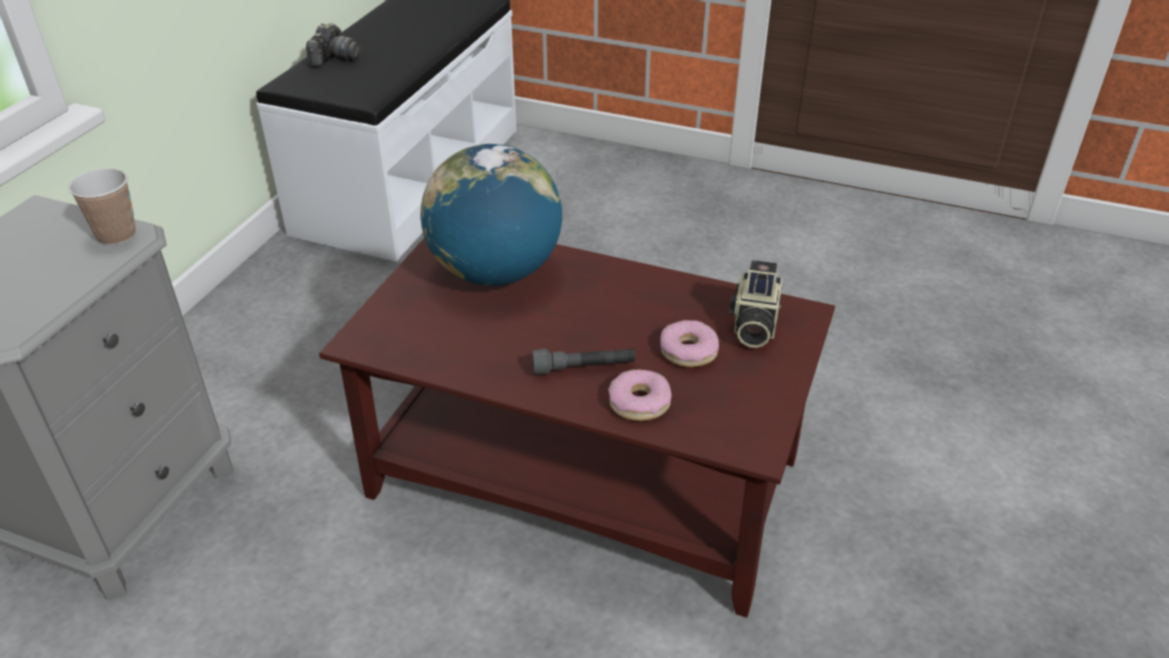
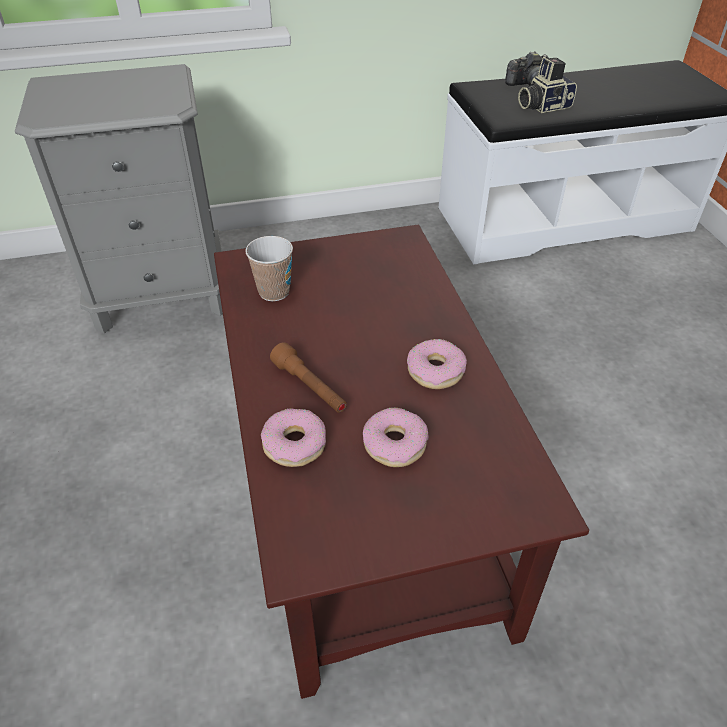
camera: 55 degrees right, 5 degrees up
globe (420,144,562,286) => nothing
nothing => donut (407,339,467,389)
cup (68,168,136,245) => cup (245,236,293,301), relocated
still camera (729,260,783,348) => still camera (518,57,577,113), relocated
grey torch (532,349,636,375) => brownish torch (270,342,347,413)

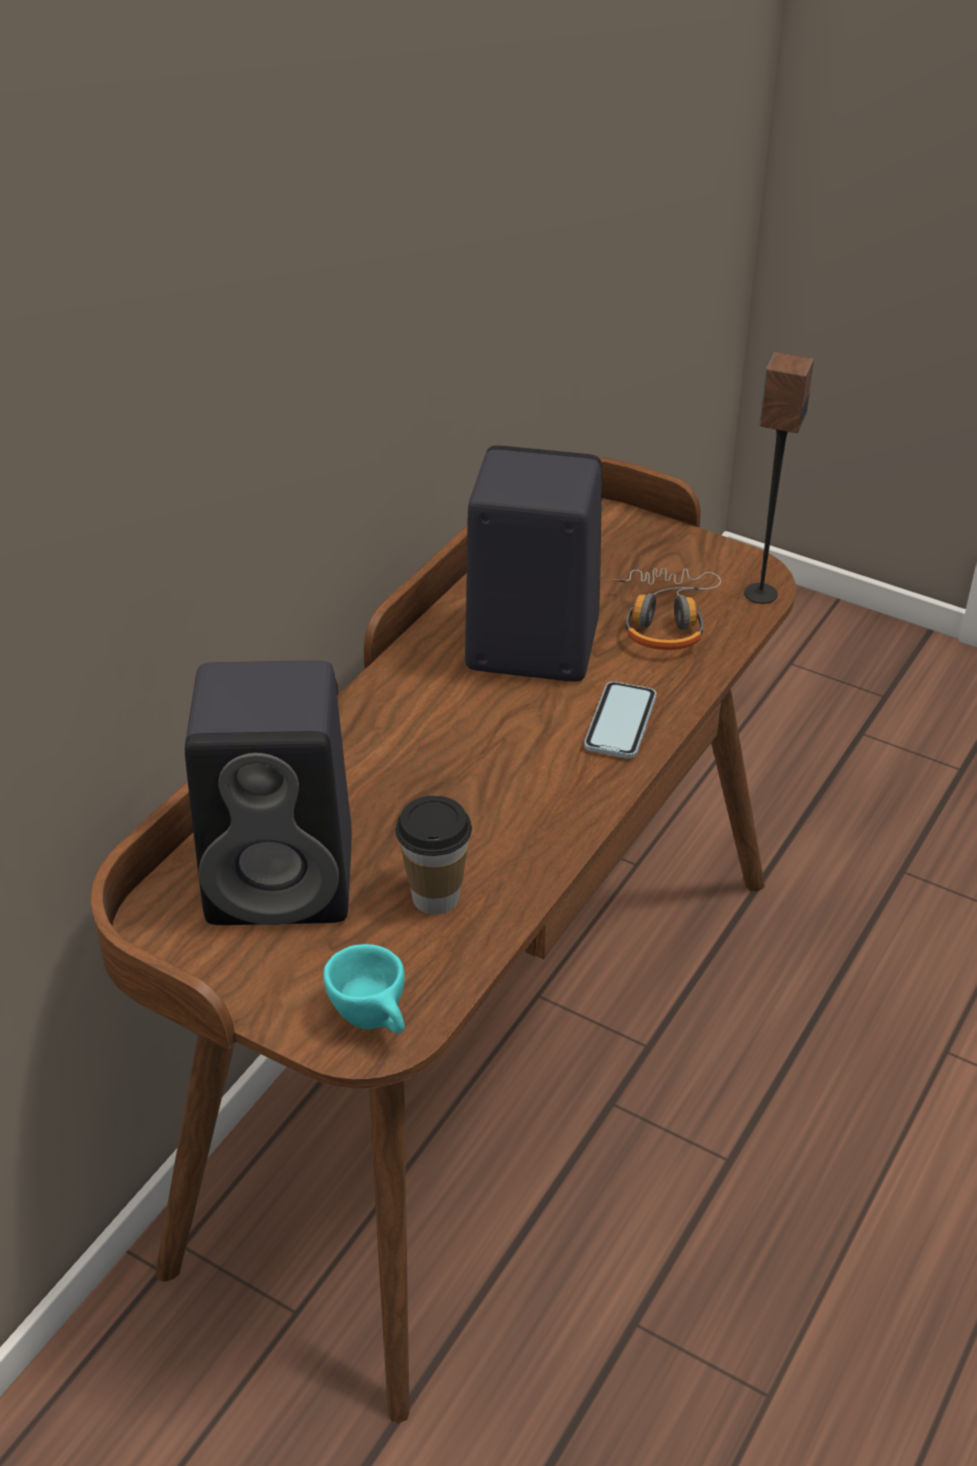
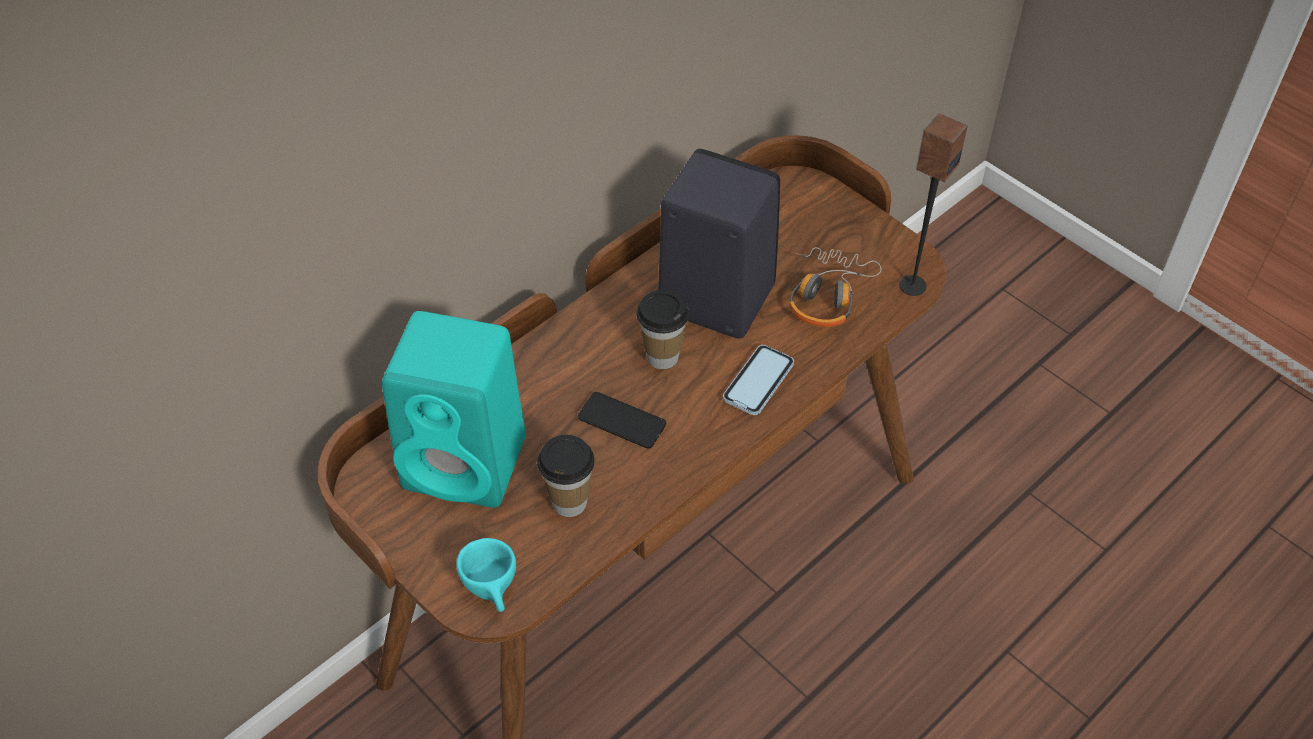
camera: 15 degrees right, 10 degrees up
nothing => handset (578,392,666,449)
nothing => cup (636,290,689,369)
blackish speaker (185,660,352,925) => turquoise speaker (382,311,526,508)

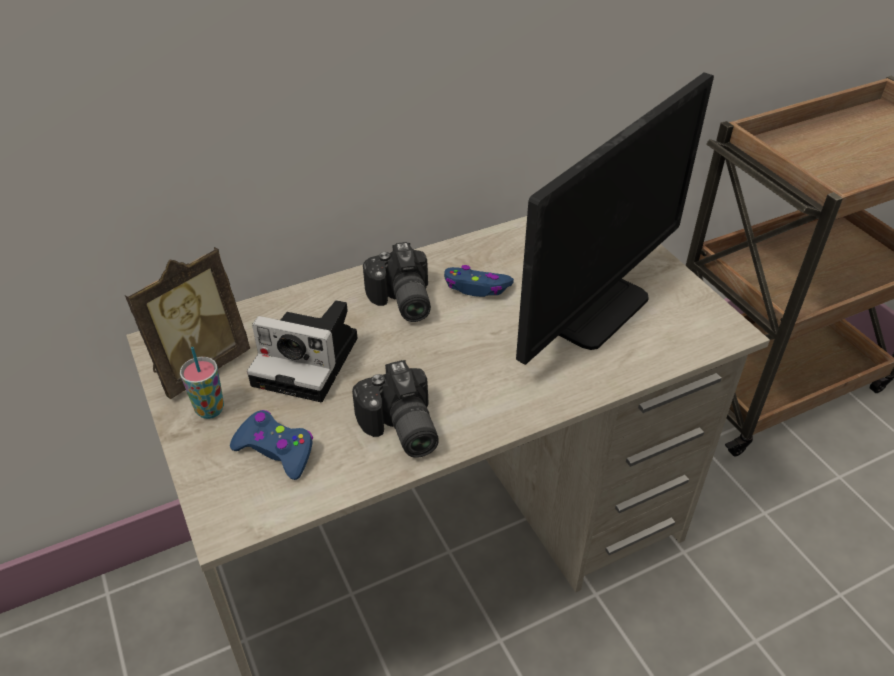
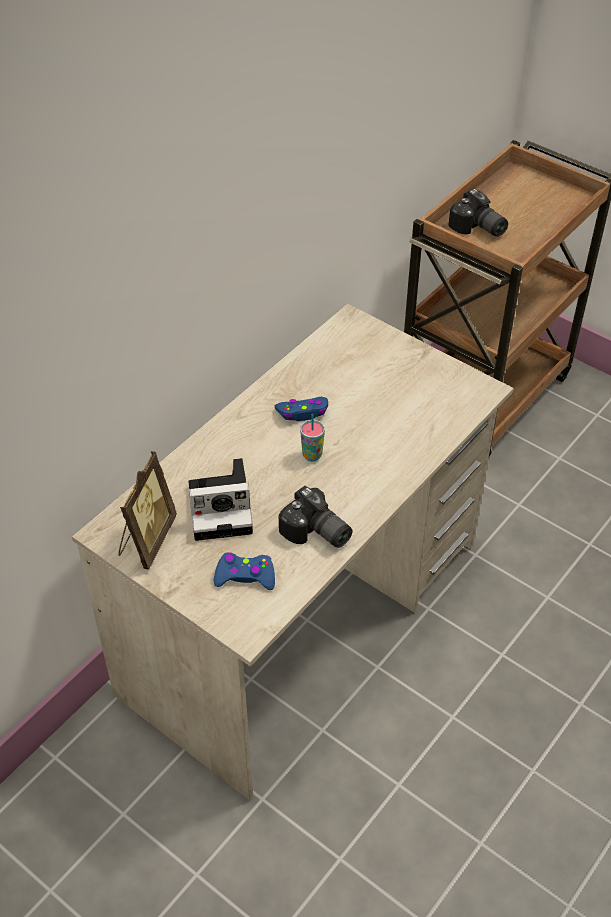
camera: 25 degrees left, 5 degrees up
computer screen (516,72,714,365) => nothing
cup (180,347,224,419) => cup (300,414,325,462), relocated
still camera (363,242,431,322) => still camera (448,188,508,237), relocated

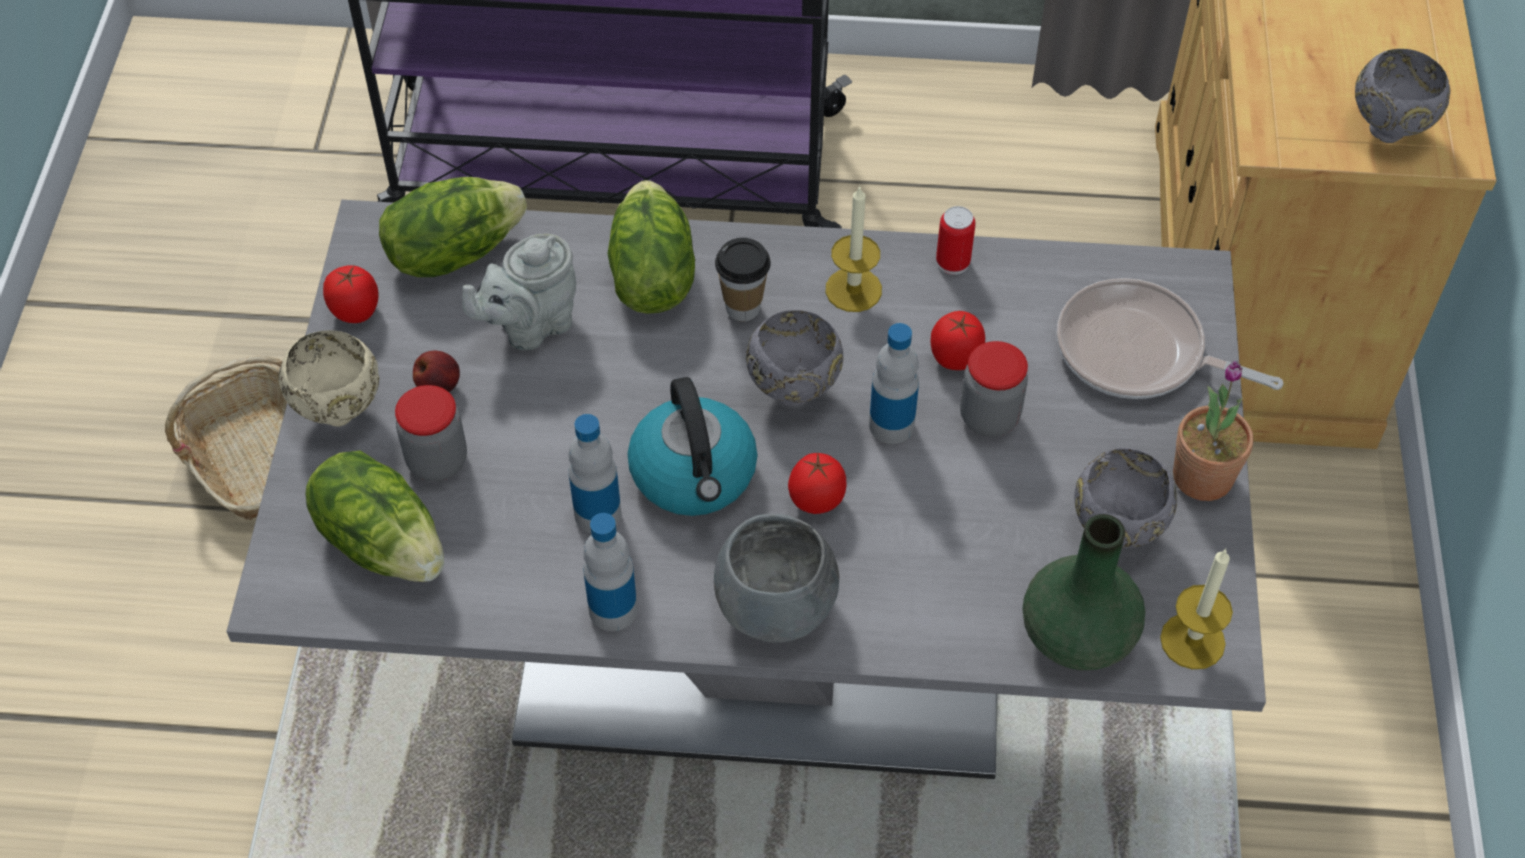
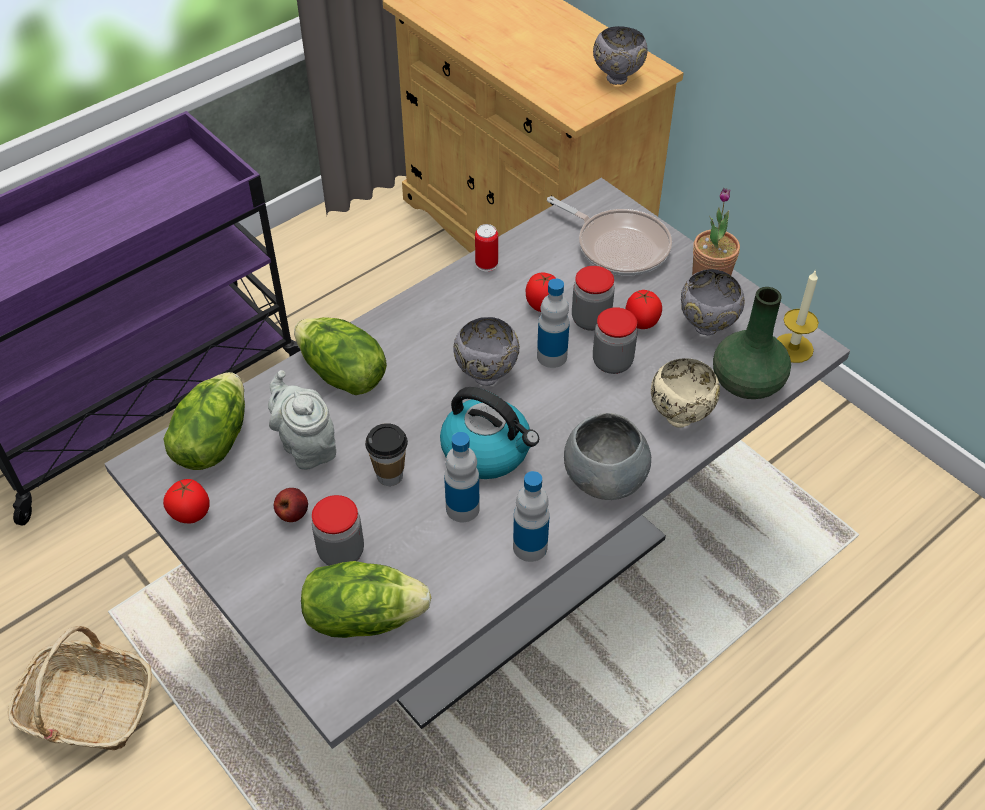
camera: 45 degrees left, 5 degrees down
wax candle (826,185,882,312) => nothing
nothing => jar (593,307,638,374)
beige serving bowl (279,330,379,427) => beige serving bowl (651,358,720,428), relocated
cup (715,238,771,322) => cup (365,423,408,486), relocated
tomato (788,453,846,514) => tomato (625,290,662,329), relocated
grey pot for tea (462,234,576,350) => grey pot for tea (268,370,336,470), 135 degrees clockwise
skillet (1057,278,1283,399) => skillet (547,196,672,275), 120 degrees counterclockwise

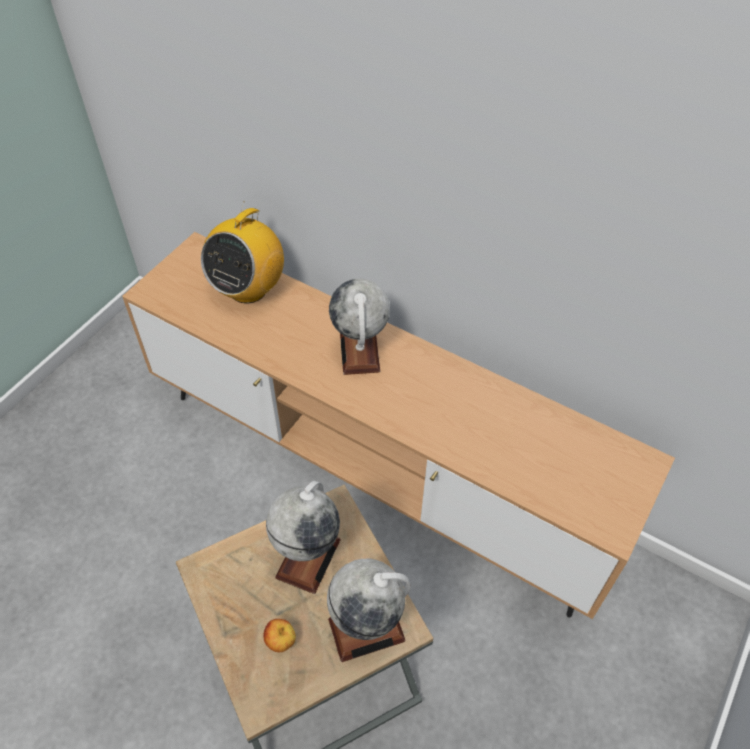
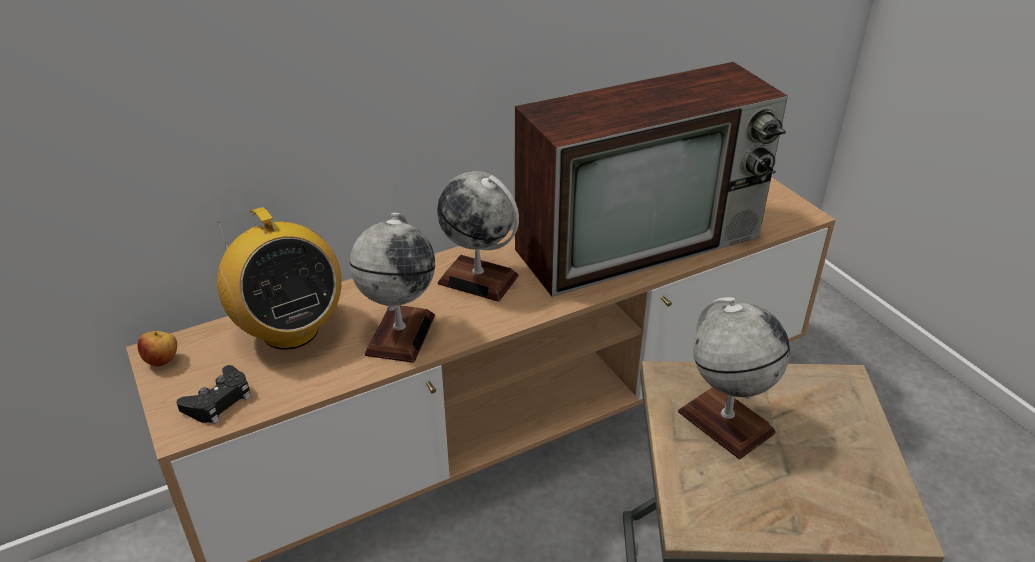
camera: 60 degrees left, 15 degrees down
nothing => blackish gamepad (176,365,251,424)
nothing => television (515,62,788,297)
apple (263,619,296,652) => apple (137,331,177,366), relocated
globe (327,559,411,662) => globe (350,213,435,363), relocated

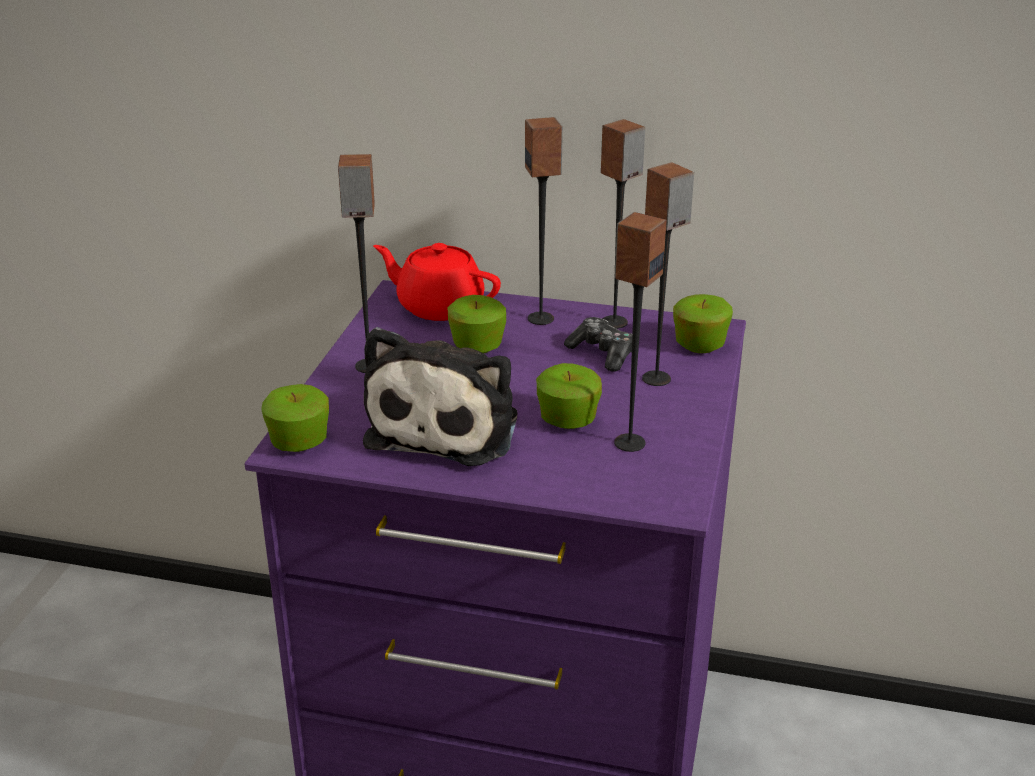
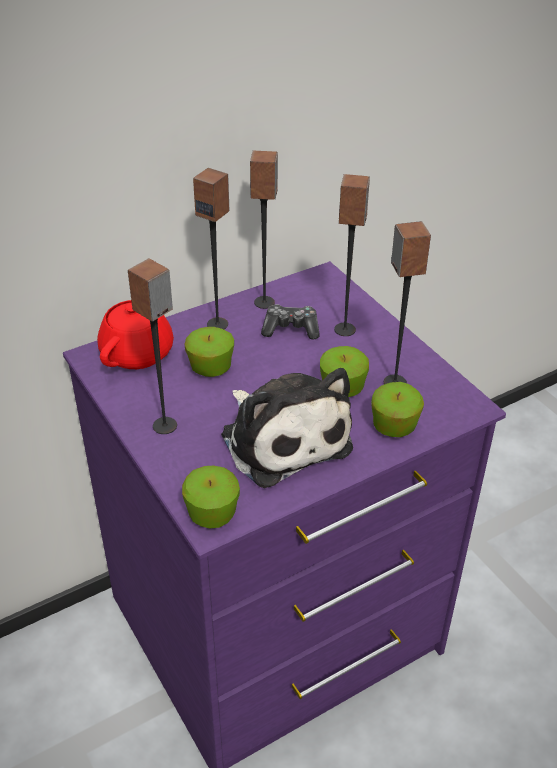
camera: 45 degrees left, 10 degrees up
apple (673,294,733,353) => apple (371,382,424,437), relocated
red-coloured pot for tea (373,243,501,321) => red-coloured pot for tea (97,300,174,369), 135 degrees clockwise

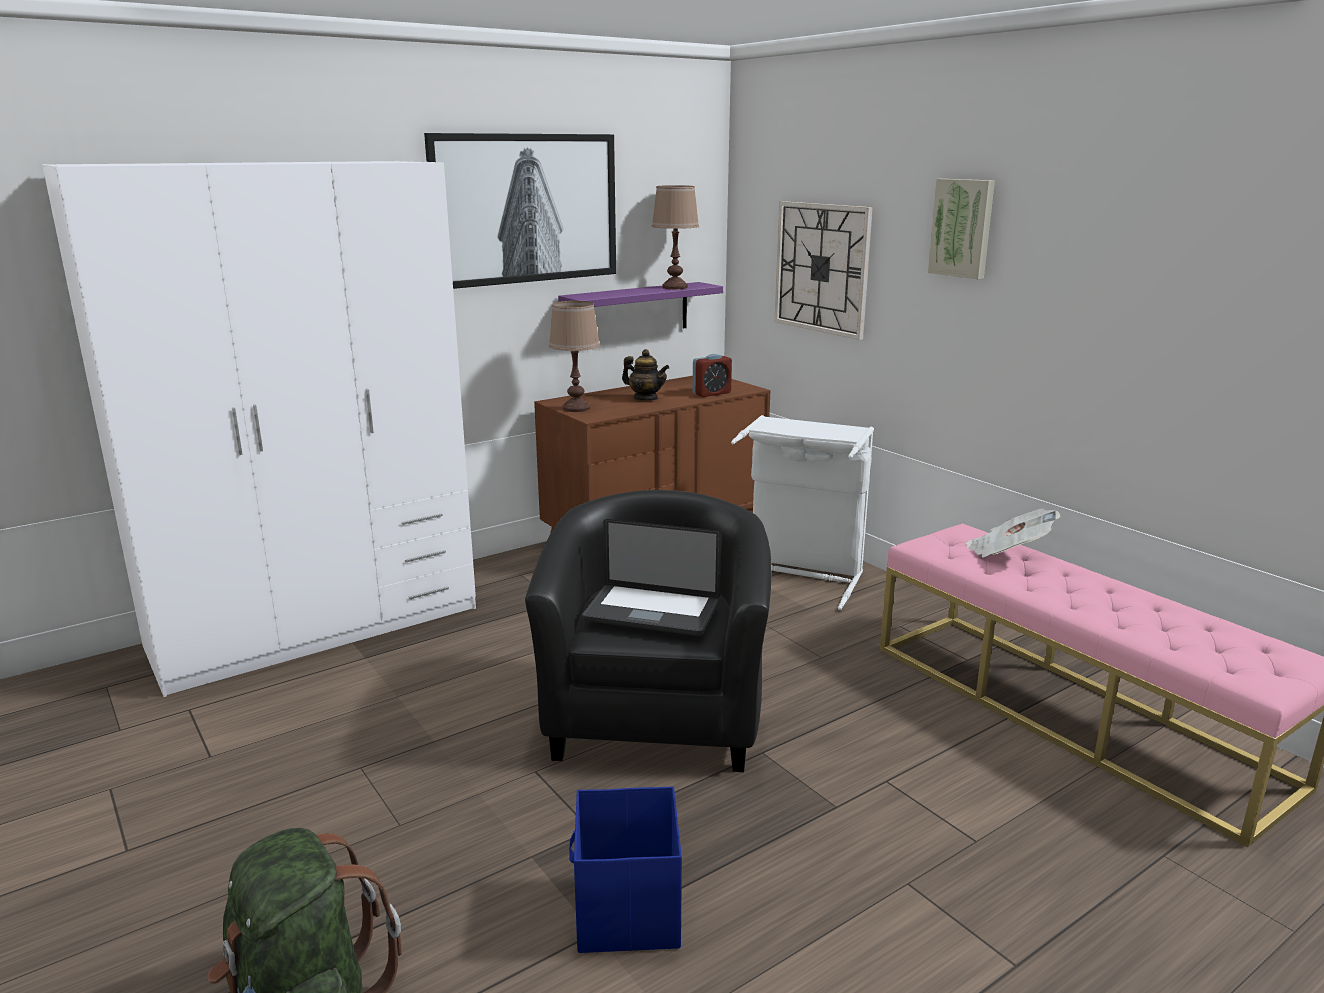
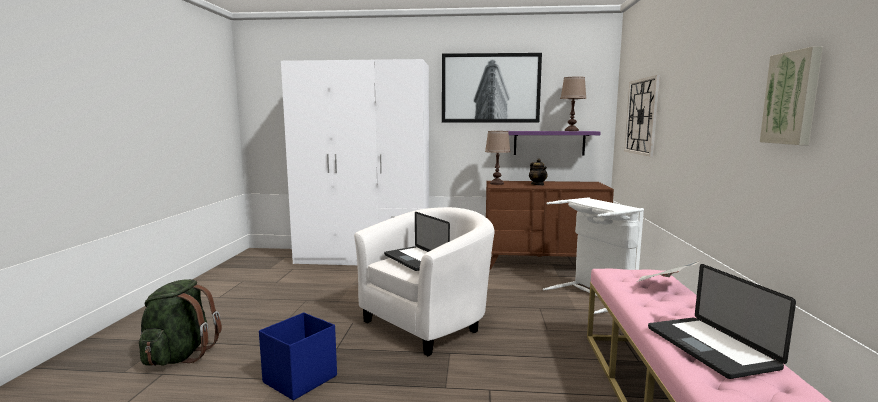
camera: 40 degrees right, 10 degrees down
bedside clock (693,354,732,397) => nothing
nothing => notebook computer (648,264,796,379)
picture (928,179,995,279) => picture (760,46,823,145), relocated
blackish lounge chair (525,490,772,773) => white lounge chair (354,207,495,356)

